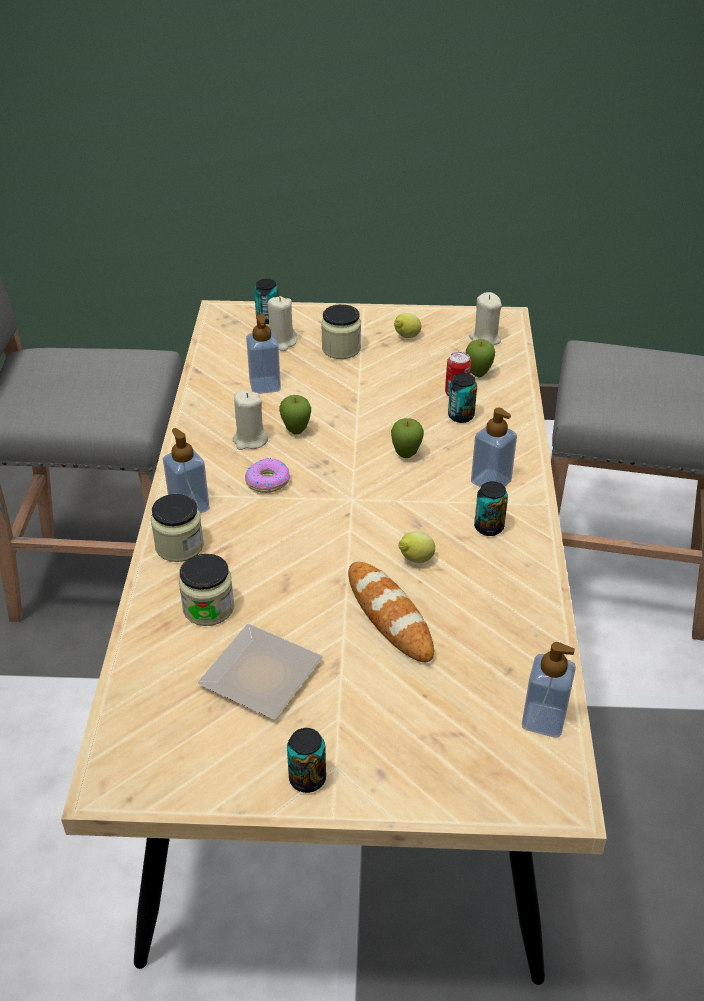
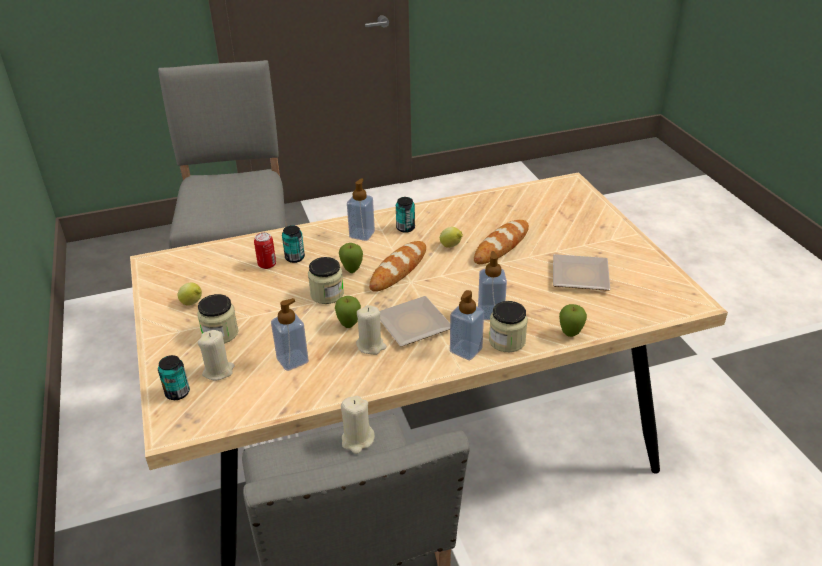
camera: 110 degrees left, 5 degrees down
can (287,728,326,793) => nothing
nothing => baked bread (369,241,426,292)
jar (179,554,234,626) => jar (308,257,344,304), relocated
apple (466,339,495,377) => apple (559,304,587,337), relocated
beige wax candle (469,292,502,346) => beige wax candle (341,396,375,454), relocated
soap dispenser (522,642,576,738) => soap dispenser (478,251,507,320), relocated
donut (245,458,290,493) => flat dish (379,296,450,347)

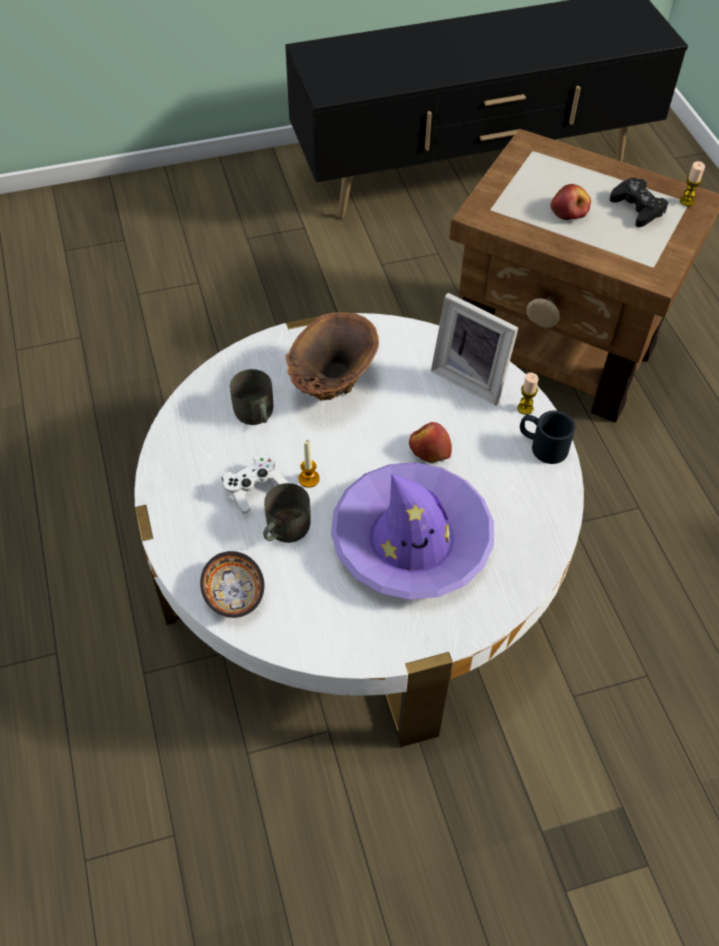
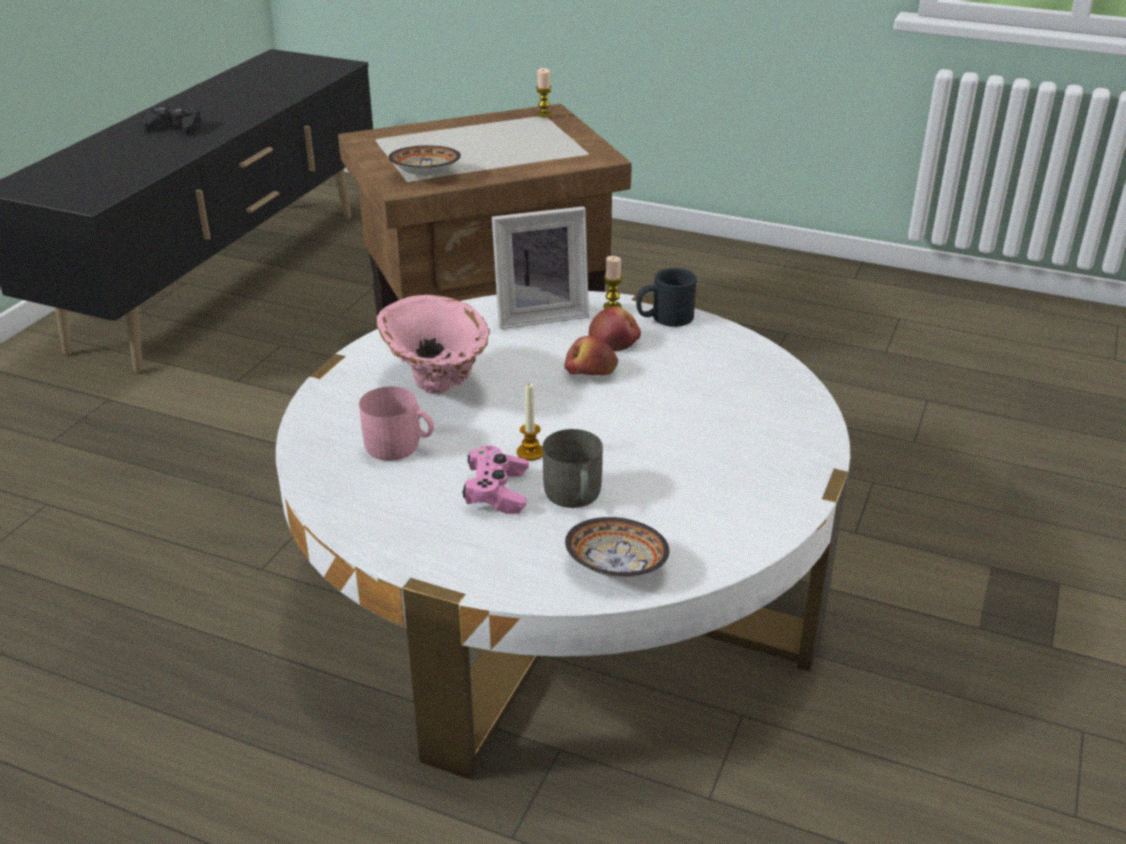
camera: 50 degrees left, 20 degrees down
purplish wearable hat (331,462,494,600) => nothing
nothing => serving bowl (389,145,461,176)
apple (550,184,591,220) => apple (589,307,641,351), relocated
blackish gamepad (610,178,668,227) => blackish gamepad (143,105,202,135), relocated
white gamepad (222,453,288,514) => pink gamepad (462,445,529,514)
grey tea mug (230,369,273,425) => pink tea mug (359,387,434,461)
brownish decorative vase (286,312,379,401) => pink decorative vase (377,295,490,394)

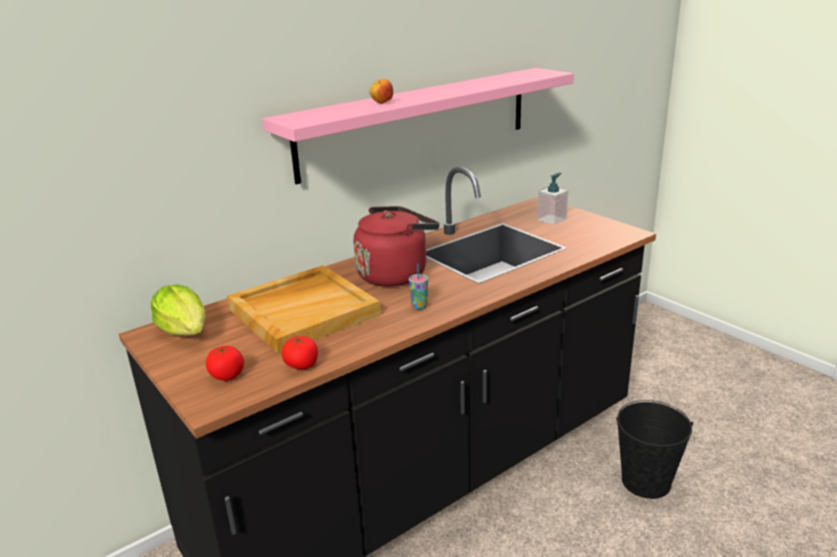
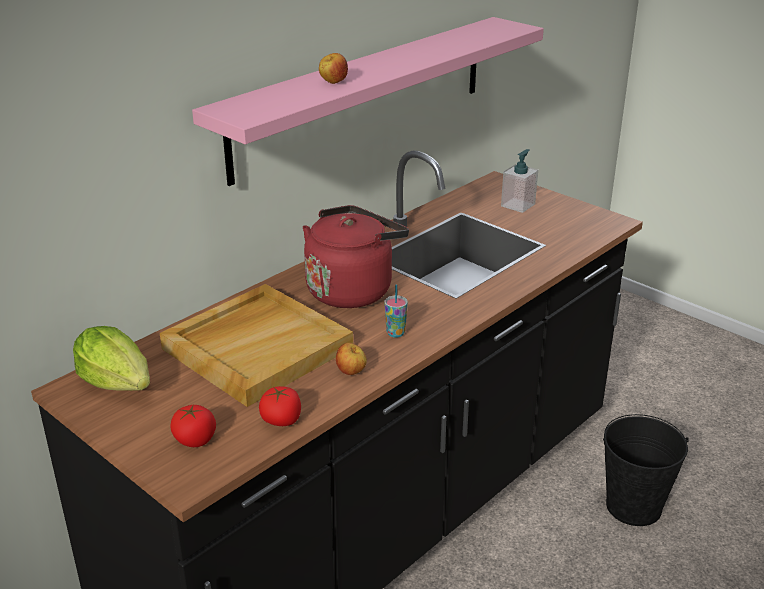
camera: 10 degrees left, 5 degrees up
nothing => apple (336,343,367,375)

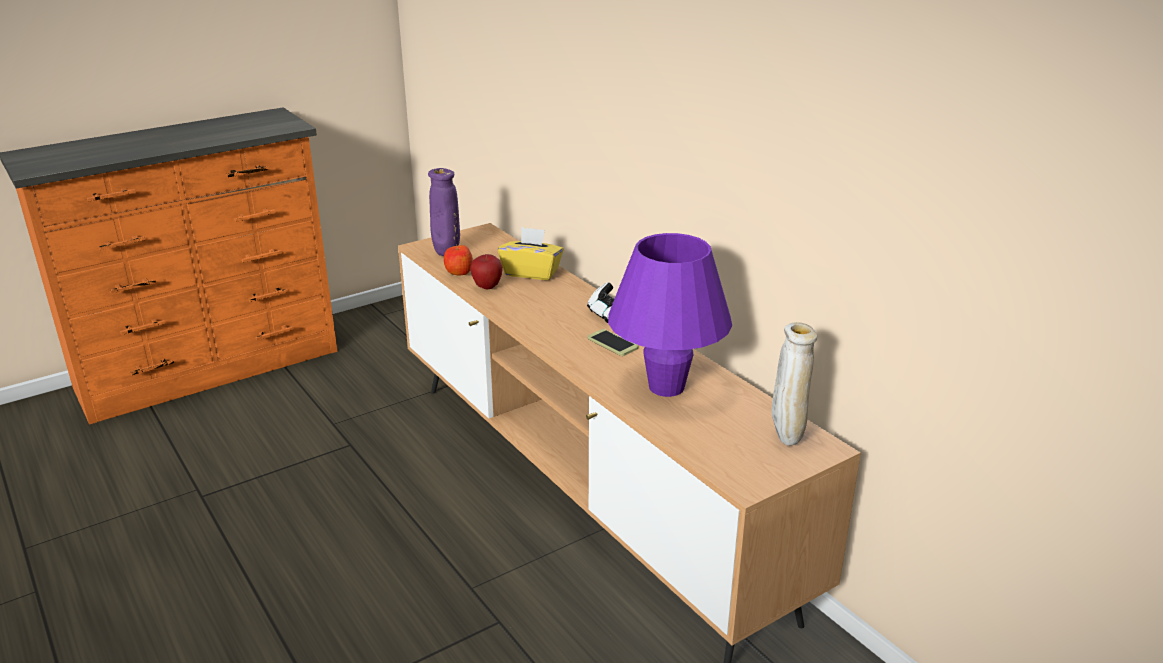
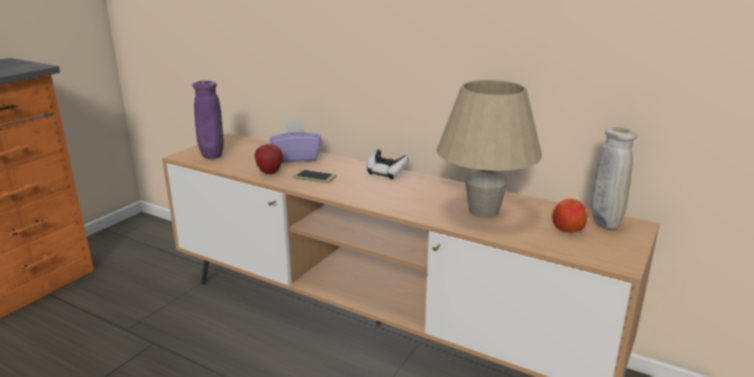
camera: 25 degrees left, 5 degrees down
apple (444,244,473,275) => apple (552,198,587,232), relocated
handset (587,329,638,356) => handset (293,169,336,183), relocated
yellow tissue holder (498,227,564,280) => purplish tissue holder (270,120,321,163)
purplish lamp for a table (608,233,732,397) => beige lamp for a table (436,80,542,218)

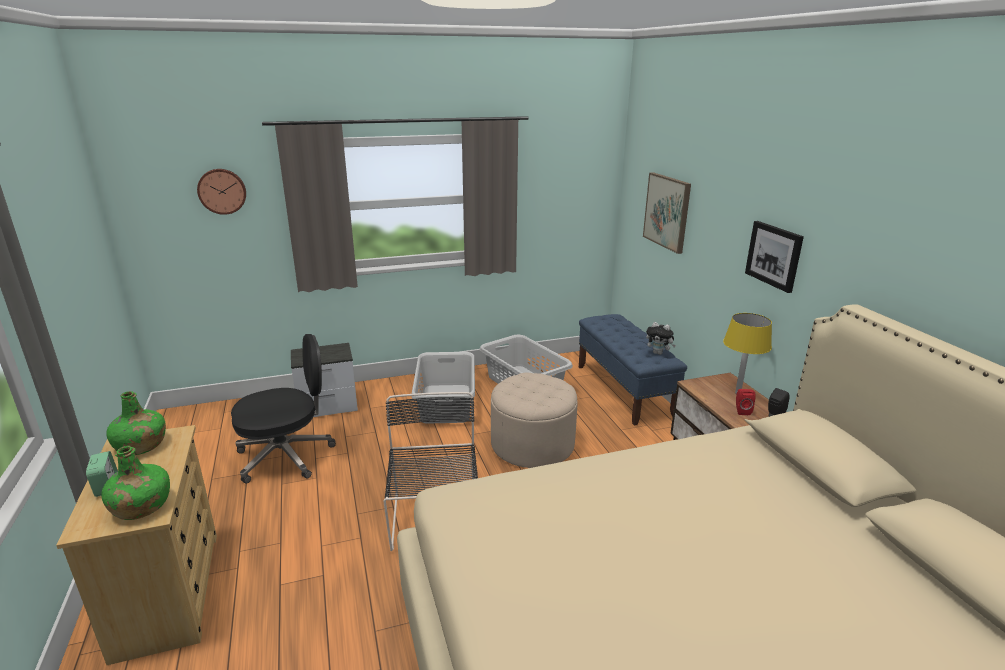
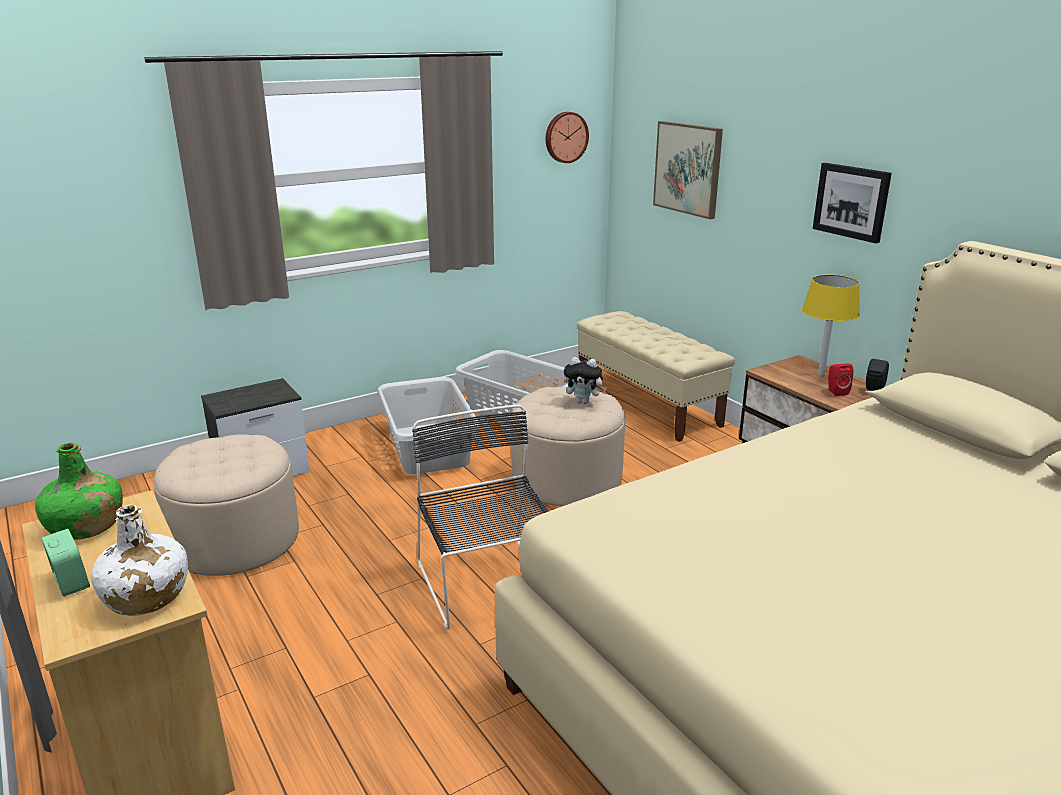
camera: 15 degrees left, 0 degrees up
hanging clock (197,169,246,215) => hanging clock (546,112,589,163), relocated
plush toy (646,322,676,355) => plush toy (564,357,607,404), relocated
blackish desk chair (231,334,336,484) => beige pouffe (154,434,299,576)
green-coloured drink bottle (101,446,170,520) => white drink bottle (91,505,188,616)
blue-coloured bench (579,314,687,425) => beige bench (577,311,735,442)

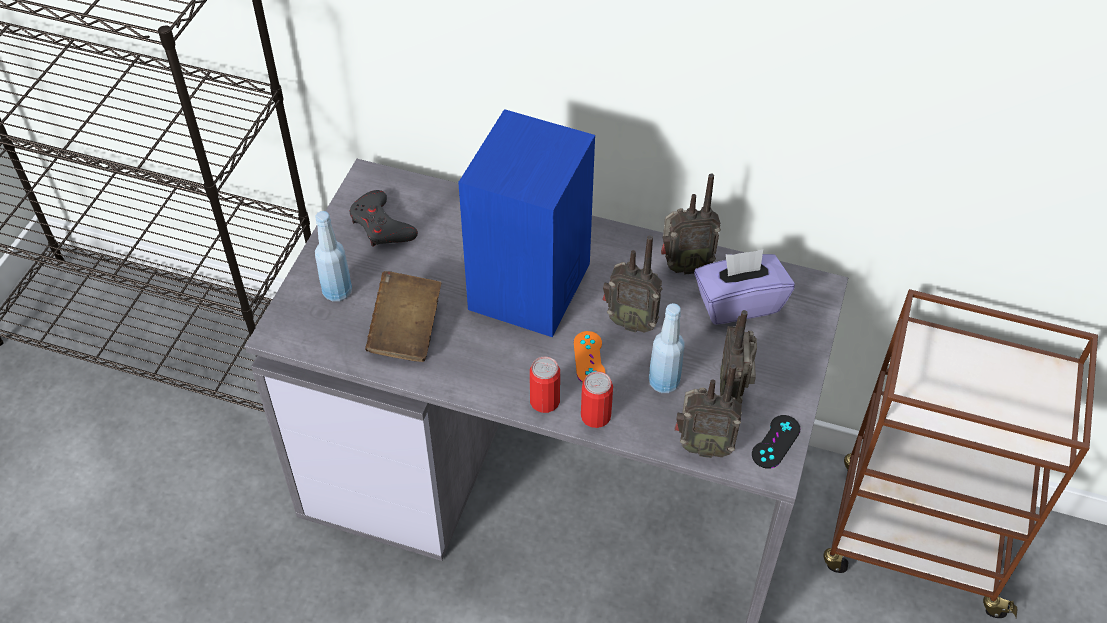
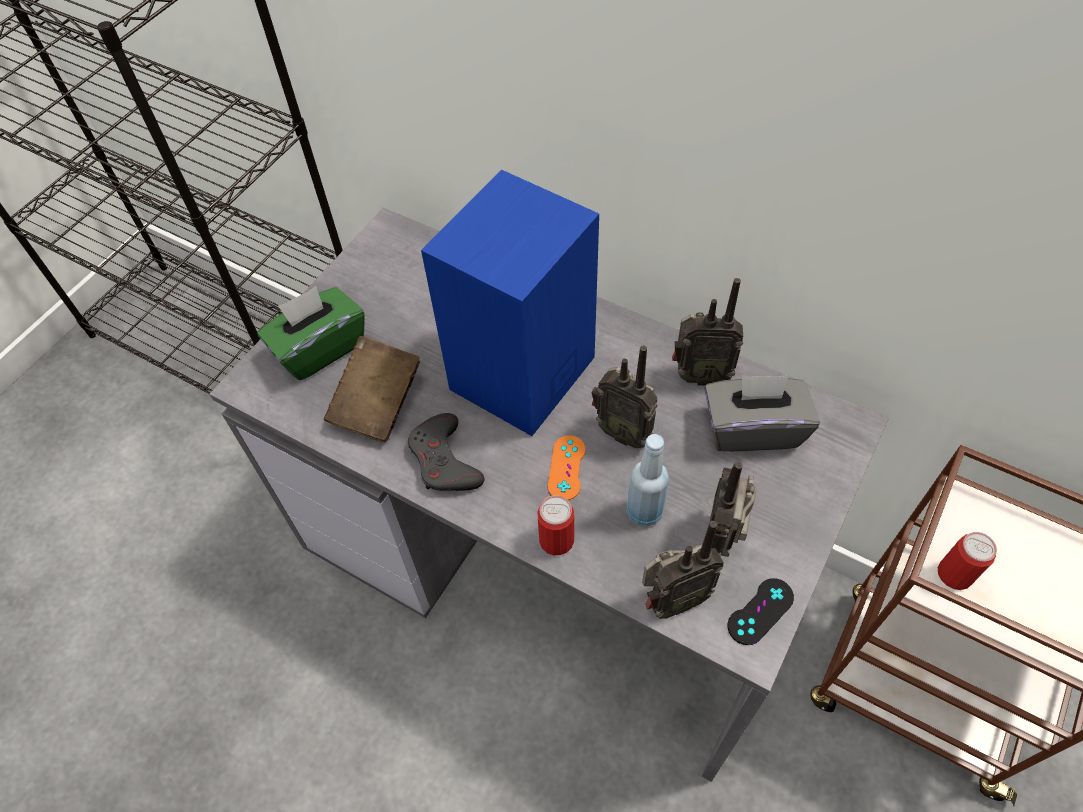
camera: 15 degrees right, 5 degrees up
grey gamepad (349,190,418,247) => grey gamepad (408,413,485,491), relocated
can (530,357,560,413) => can (938,532,997,590), relocated
blue-coloured drink bottle (315,211,352,302) => green-coloured tissue holder (257,287,365,380)
purplish tissue holder (694,250,795,325) => grey tissue holder (704,375,820,452)
radio (675,364,742,458) => radio (642,521,724,619), 45 degrees counterclockwise

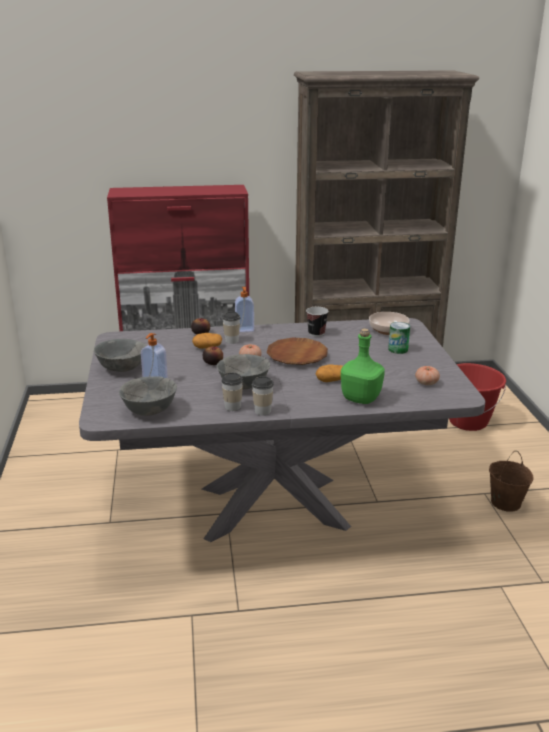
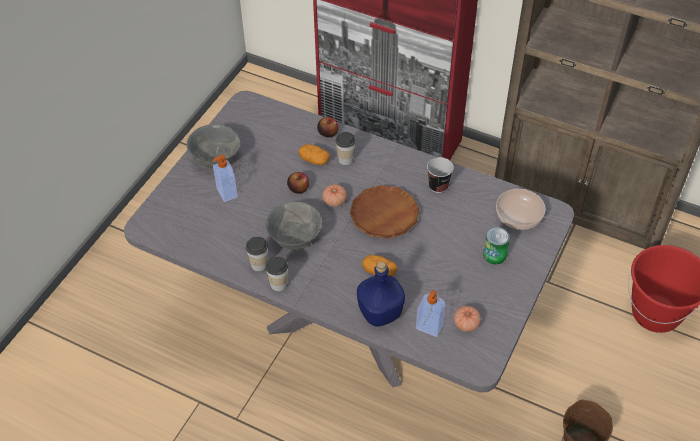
camera: 35 degrees right, 25 degrees up
grey serving bowl (119,376,177,416) => nothing
soap dispenser (235,287,254,332) => soap dispenser (416,290,446,337), relocated
green-coloured drink bottle (341,328,385,404) => blue-coloured drink bottle (357,262,405,327)

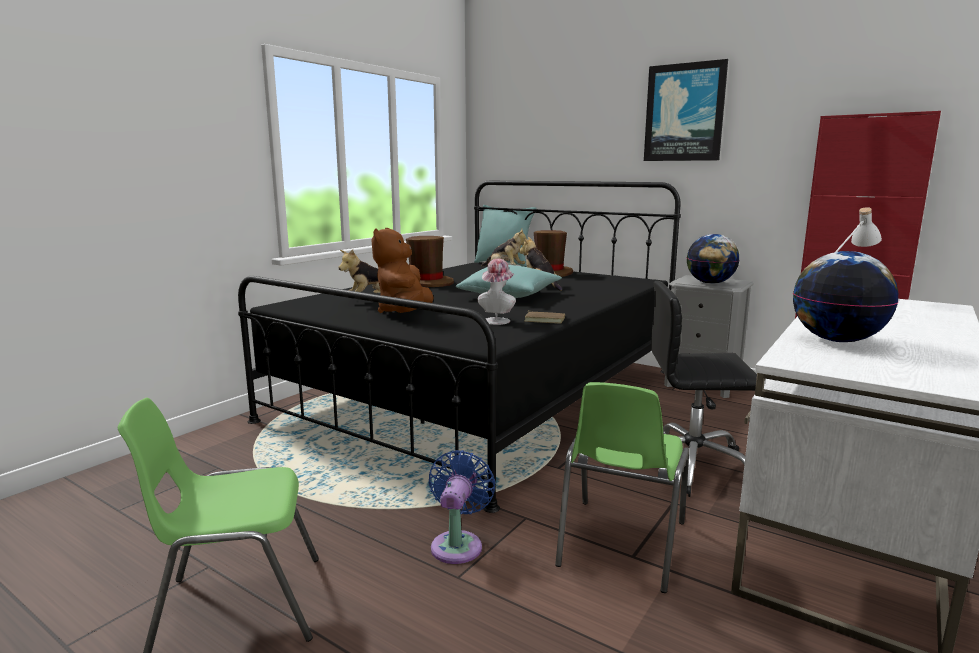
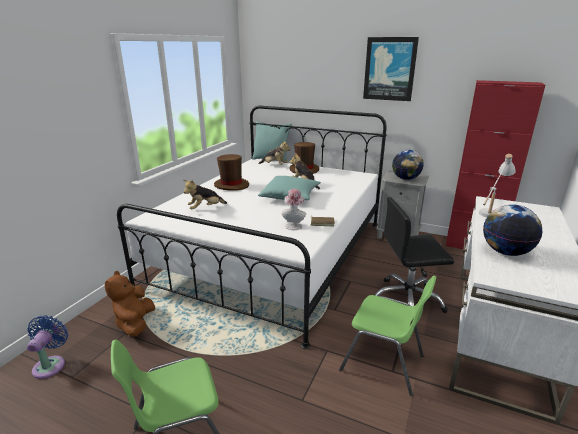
camera: 10 degrees left, 10 degrees up
brownish plush toy (371,228,434,313) => brownish plush toy (105,271,155,337), relocated
blue-coloured electric fan (429,450,496,564) => blue-coloured electric fan (27,315,68,379), relocated
blackish bedroom bed (238,181,681,513) => white bedroom bed (117,106,387,349)
green-coloured chair (555,382,689,593) => green-coloured chair (339,276,437,396), 75 degrees counterclockwise

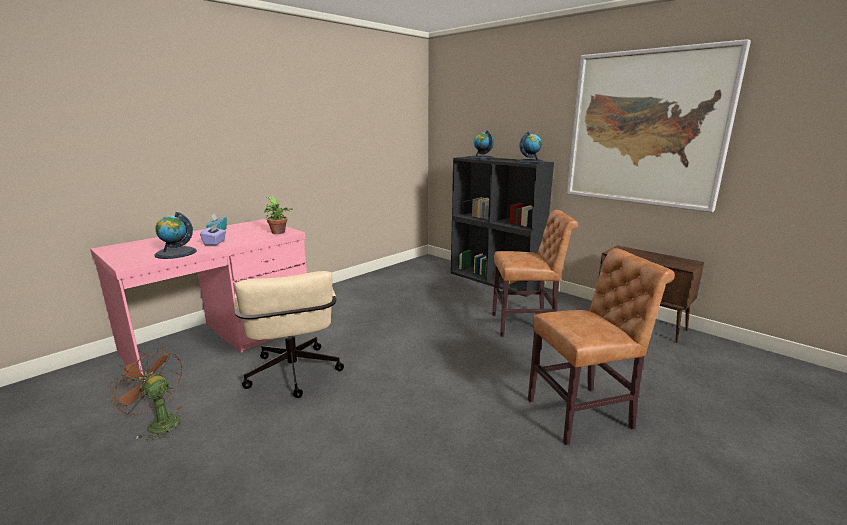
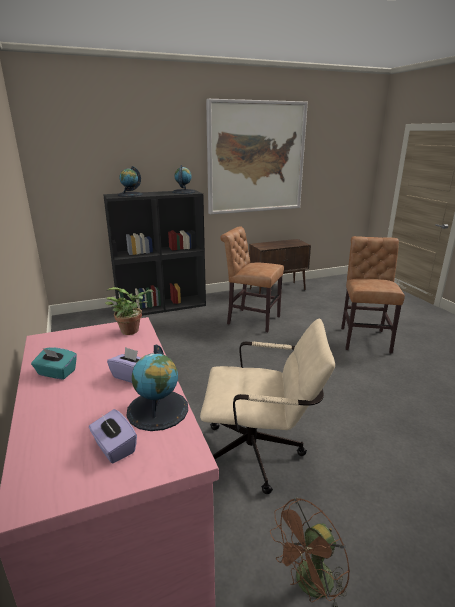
camera: 65 degrees left, 5 degrees up
nothing => purplish tissue holder (89,409,137,463)
brownish chair (492,209,578,337) => brownish chair (220,226,284,333), 90 degrees counterclockwise

